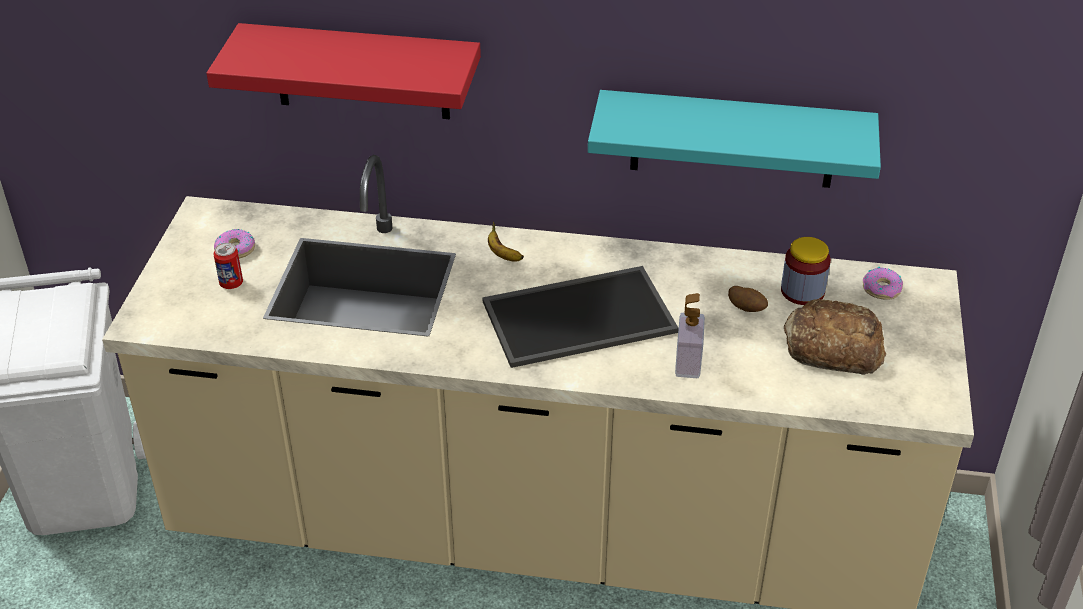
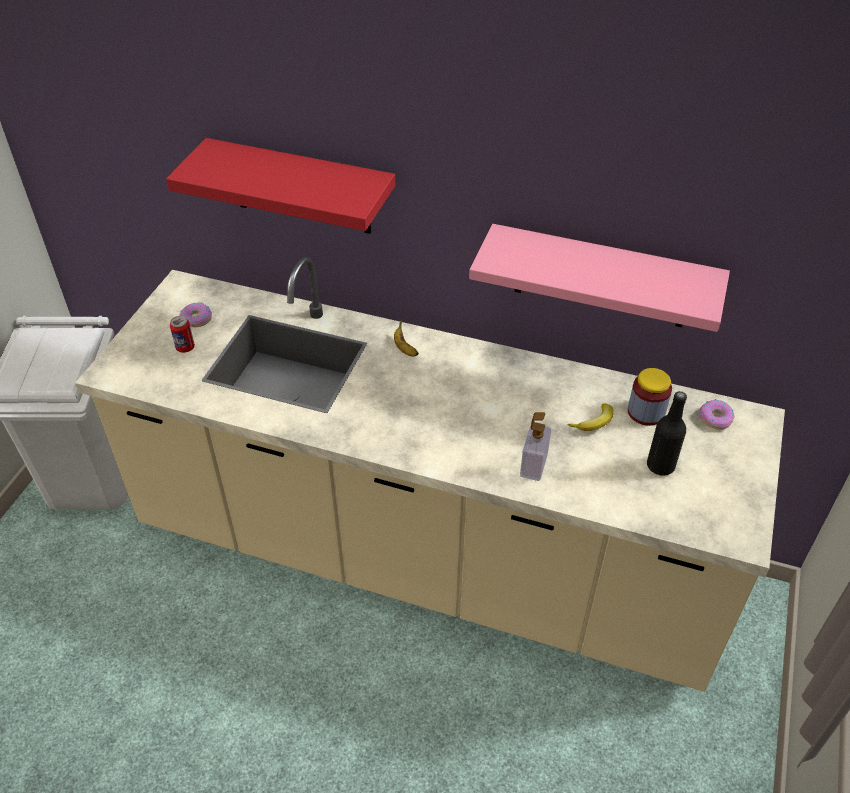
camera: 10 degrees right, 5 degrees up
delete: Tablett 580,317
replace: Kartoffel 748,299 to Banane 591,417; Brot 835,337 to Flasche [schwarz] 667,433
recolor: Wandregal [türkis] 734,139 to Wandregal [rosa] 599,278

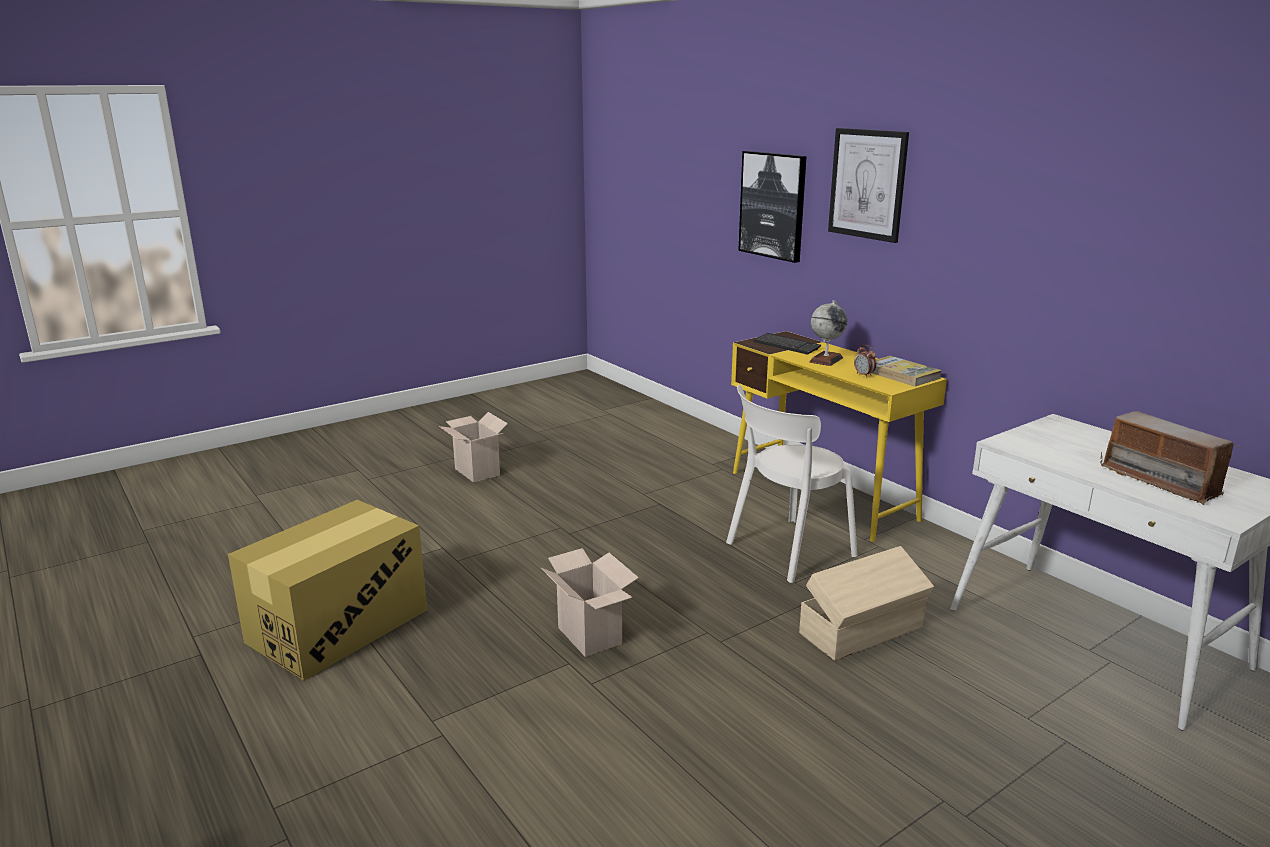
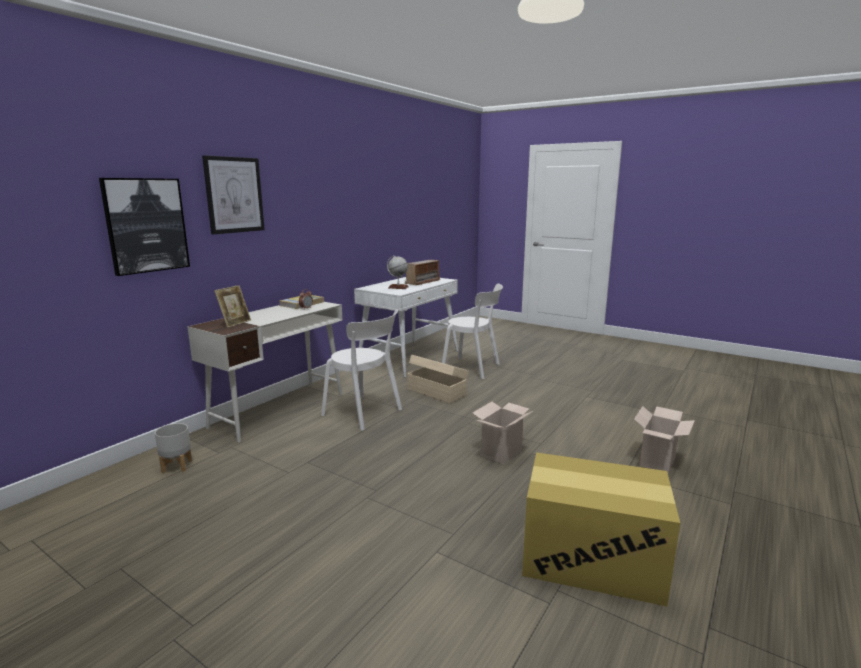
camera: 110 degrees left, 5 degrees down
insert: Pflanzkübel [grau] 173,448; Stuhl [weiß] 472,331
move: Karton 473,447 to 664,440; Globus 828,333 to 398,272
replace: Tastatur 787,344 to Bilderrahmen 232,306
recolor: Schreibtisch [gelb] 839,436 to Schreibtisch [weiß] 264,372

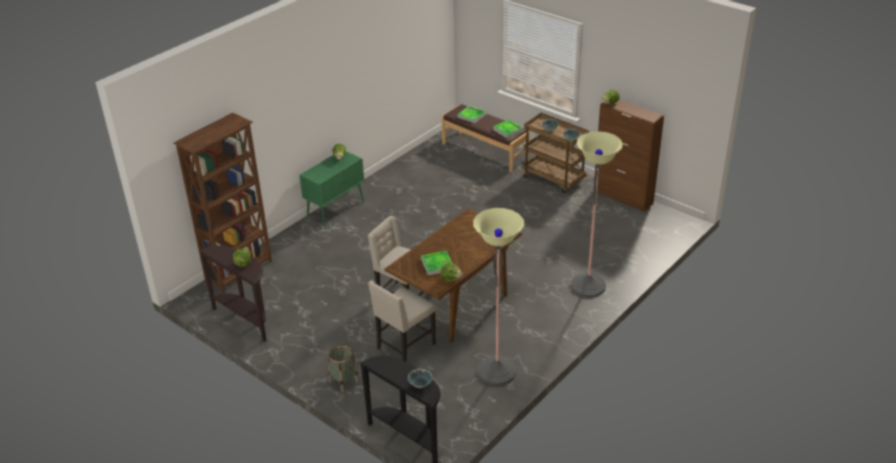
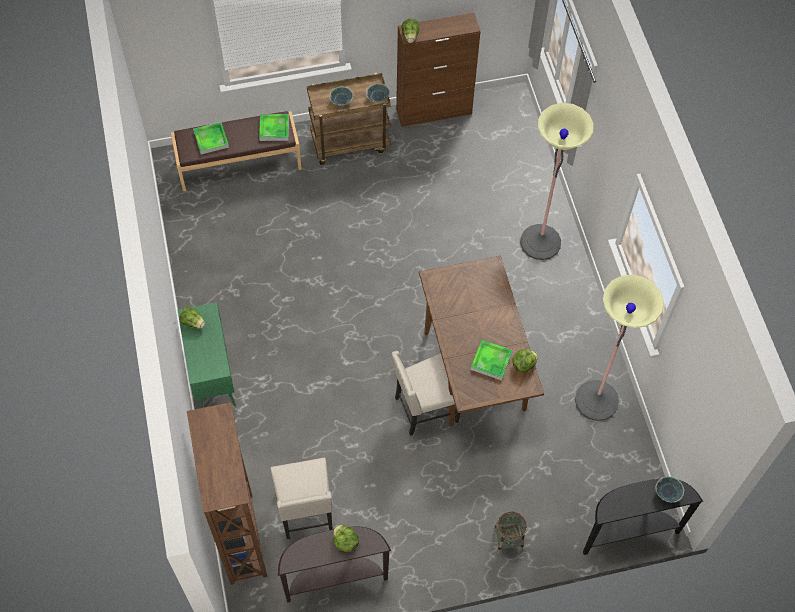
camera: 55 degrees left, 25 degrees up
move: Stuhl [beige] 402,321 to 301,498

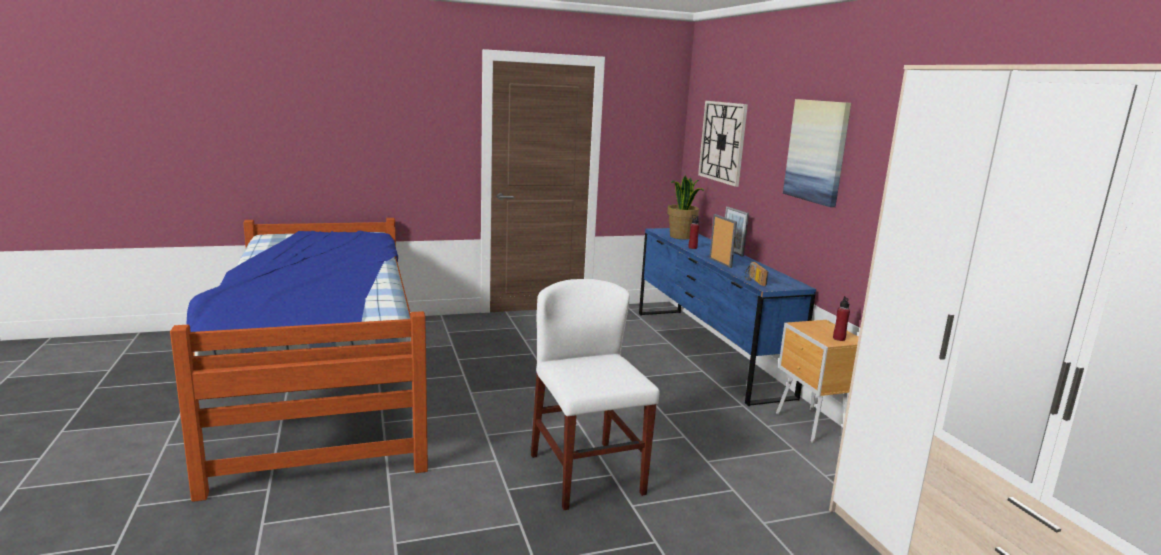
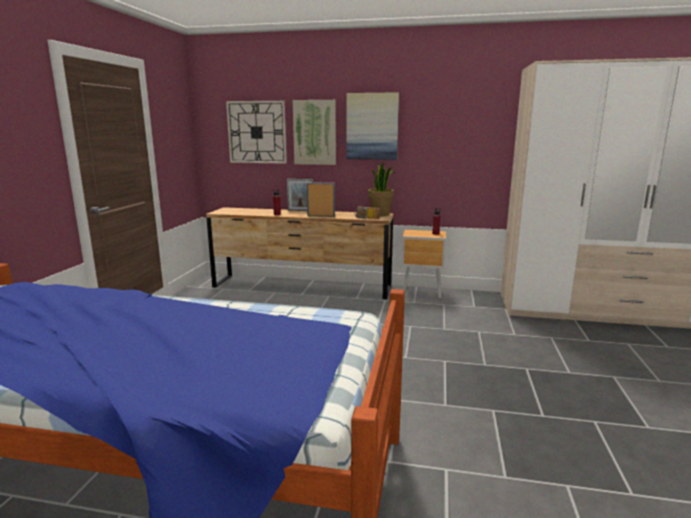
camera: 60 degrees left, 0 degrees up
delete: Stuhl [weiß] 595,394
insert: Bild 314,132
move: Topfpflanze 685,207 to 382,189
recolor: Kommode [blau] 727,317 to Kommode [braun] 299,253

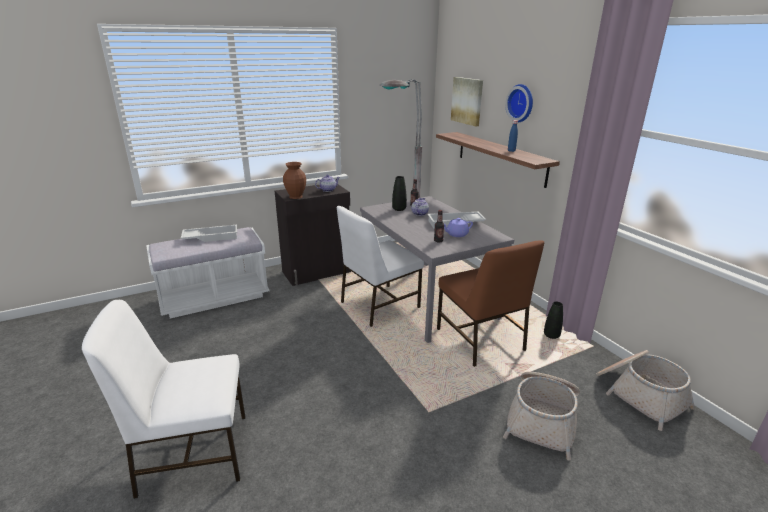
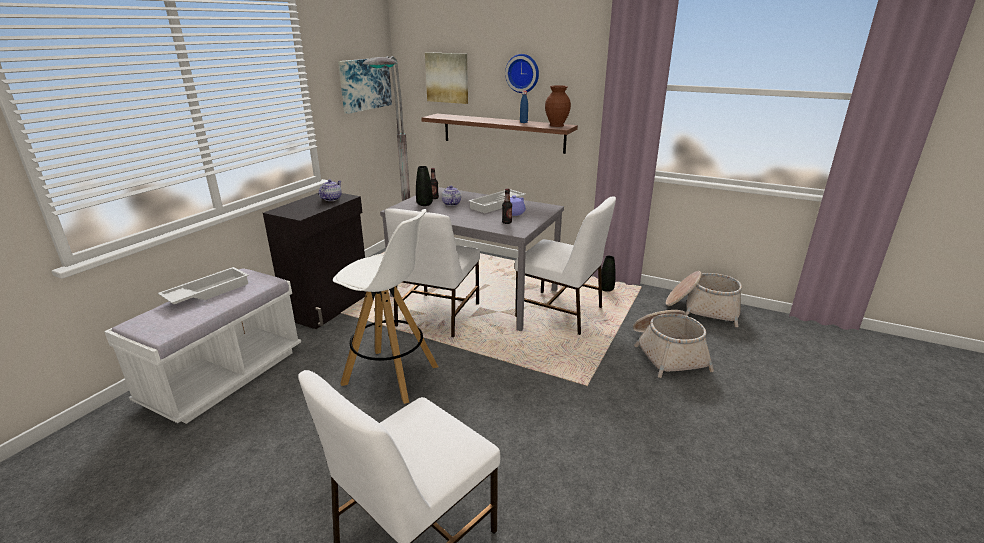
camera: 35 degrees left, 0 degrees up
insert: Hocker [weiß] 385,306; Bild 365,86
move: Vase [braun] 294,180 to 558,106
recolor: Stuhl [braun] 490,303 to Stuhl [weiß] 565,265

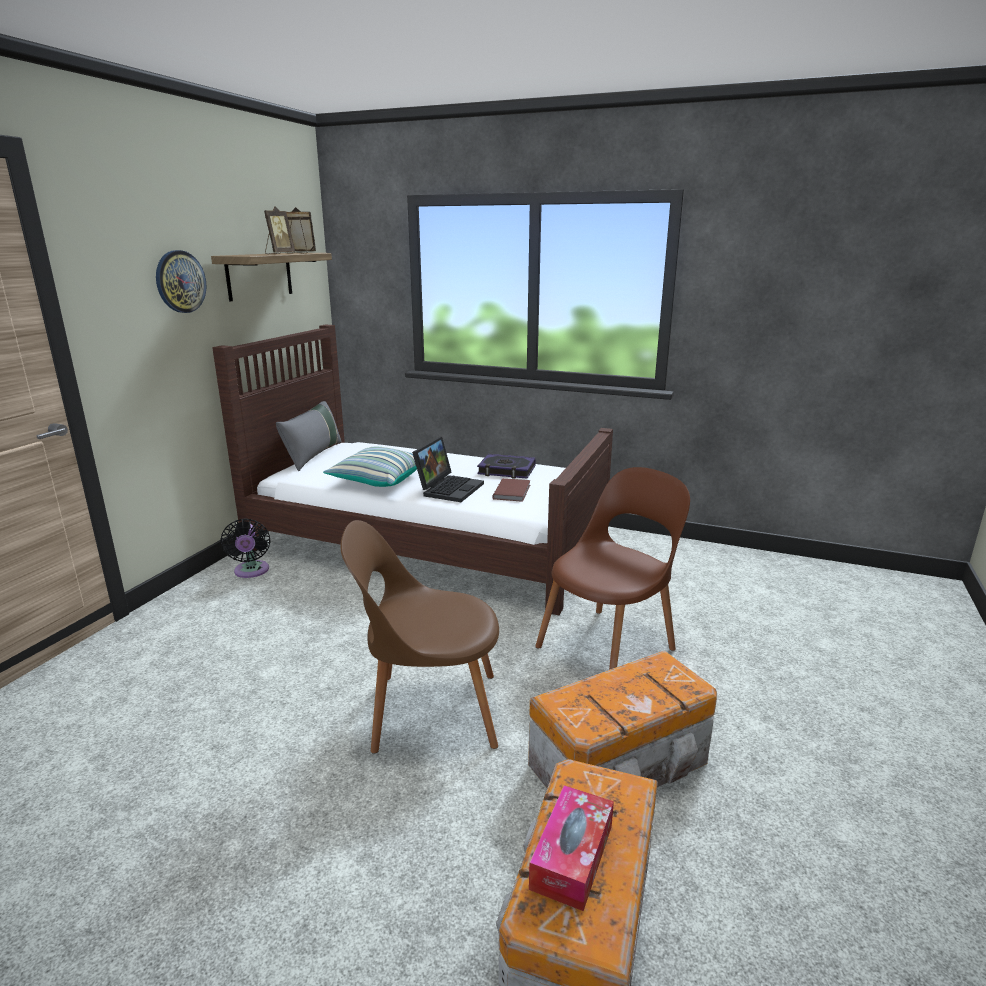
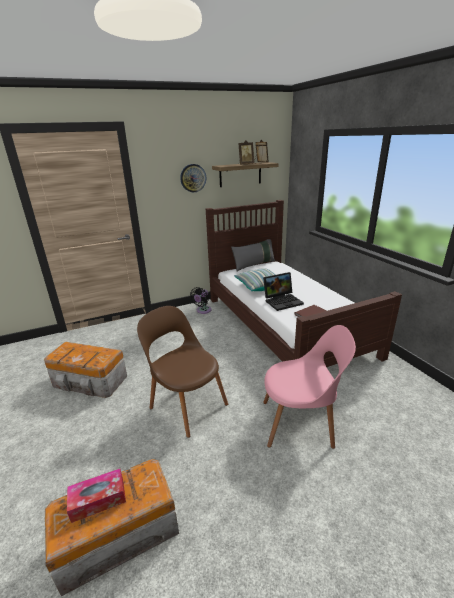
camera: 45 degrees right, 5 degrees up
delete: Buch 506,466
move: Aufbewahrungsbox 622,719 to 85,369
recolor: Stuhl [braun] 612,568 to Stuhl [rosa] 309,387

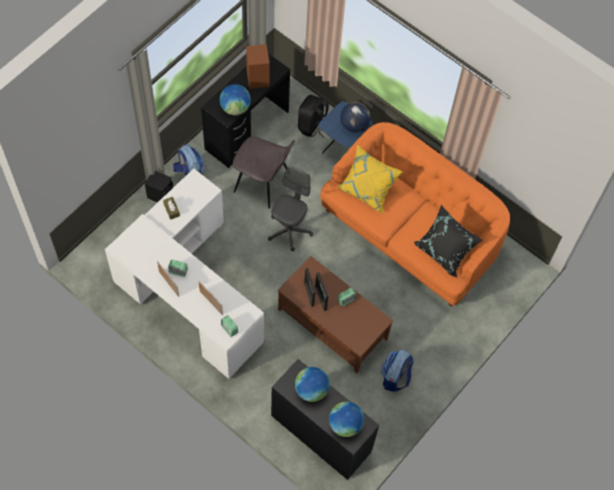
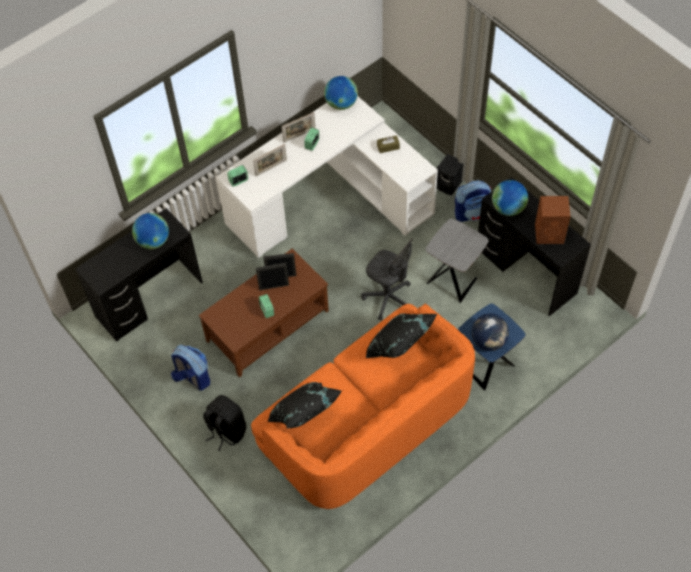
camera: 105 degrees right, 5 degrees down
move: Rucksack [schwarz] 313,116 to 224,423; Globus 346,419 to 341,93
replace: Stuhl [grau] 264,172 to Beistelltisch [grau] 457,261
recolor: Kissen [gelb] 370,179 to Kissen [schwarz] 401,335

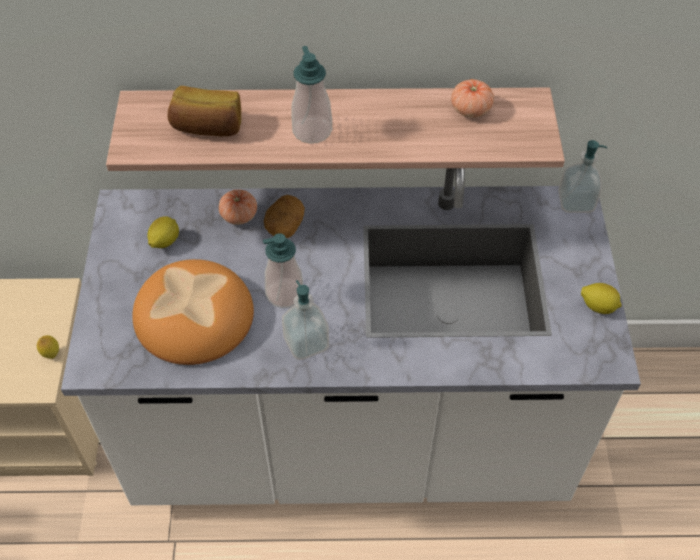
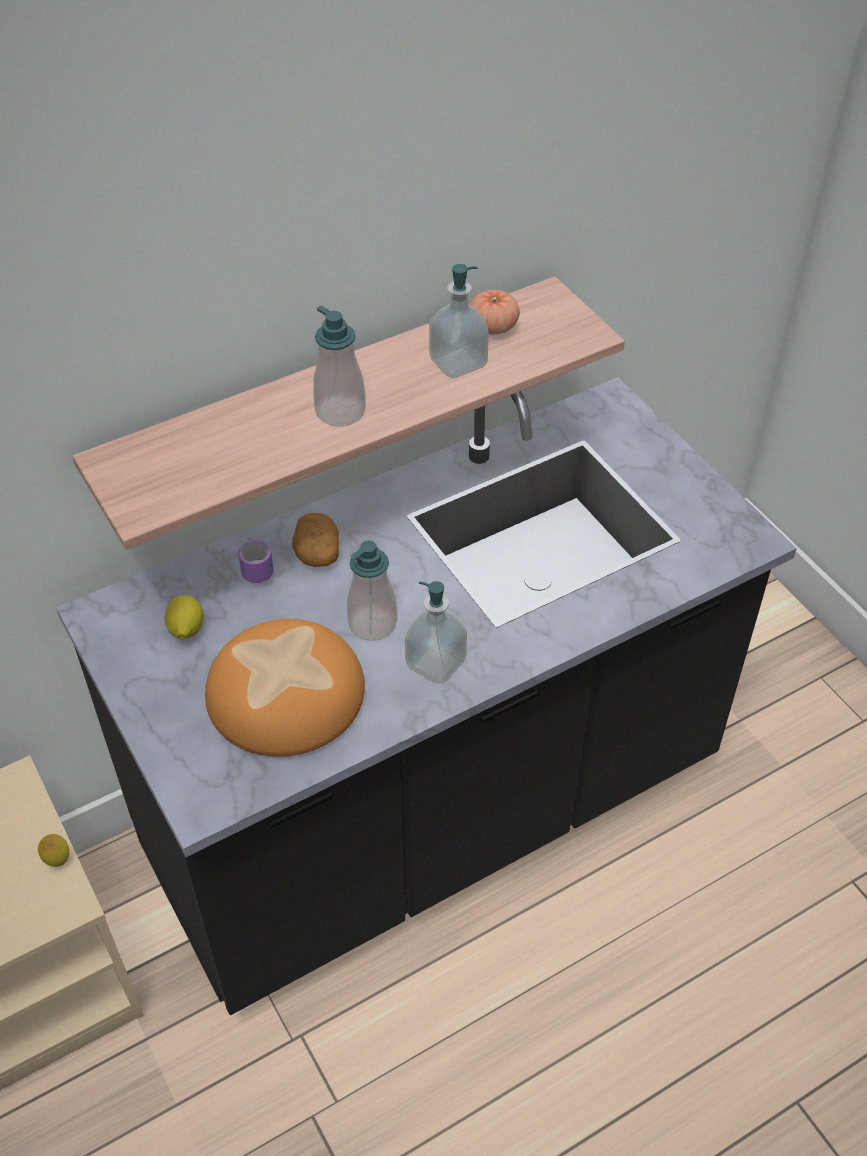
camera: 30 degrees left, 5 degrees down
delete: Brot 204,111; Zitrone 601,298
move: Seifenspender 582,176 to 459,321
replace: Tomate 238,207 to Henkelbecher 255,560
recolor: Küchenzeile [weiß] 351,336 to Küchenzeile [schwarz] 426,696

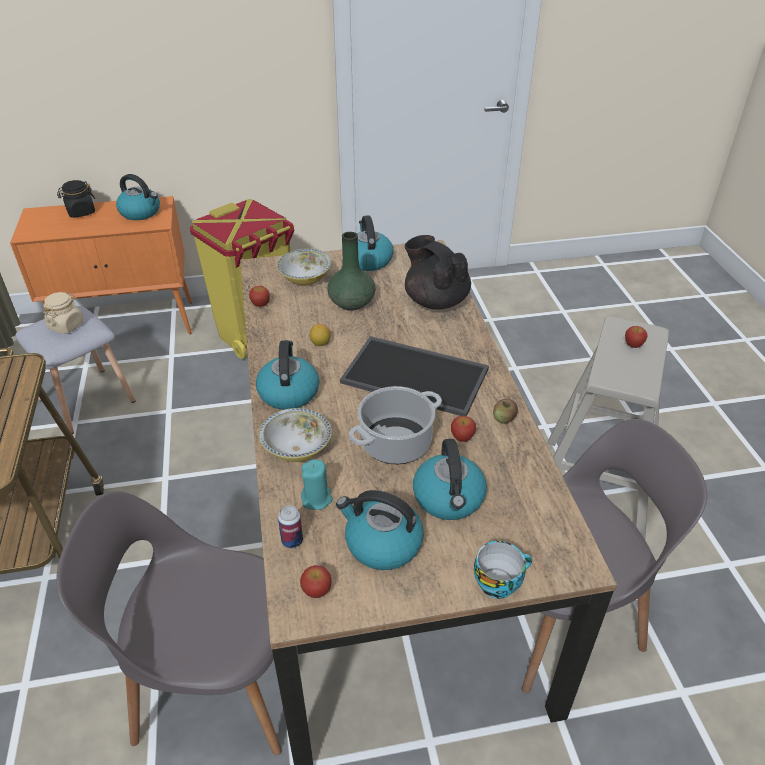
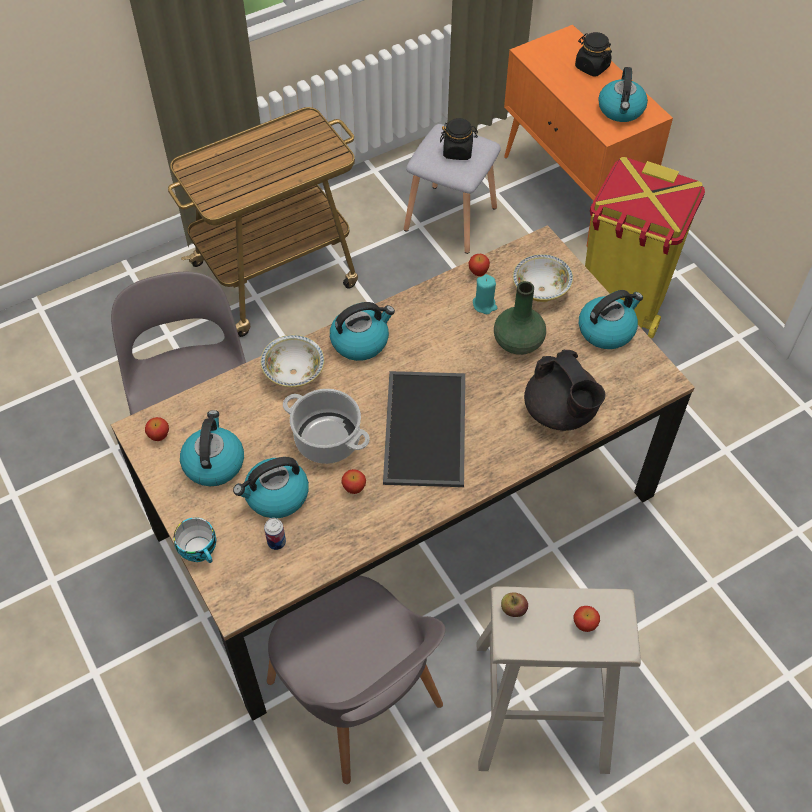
camera: 70 degrees right, 15 degrees up
delete: Zitrone 320,335
move: Dose 290,527 to 275,534; Kerze [türkis] 317,484 to 485,294; Apfel 505,411 to 514,605
recolor: Vorratsglas [beige] 63,313 to Vorratsglas [schwarz] 459,139
rotate: Teekanne [schwarz] 438,272 = 565,390 120 degrees clockwise

